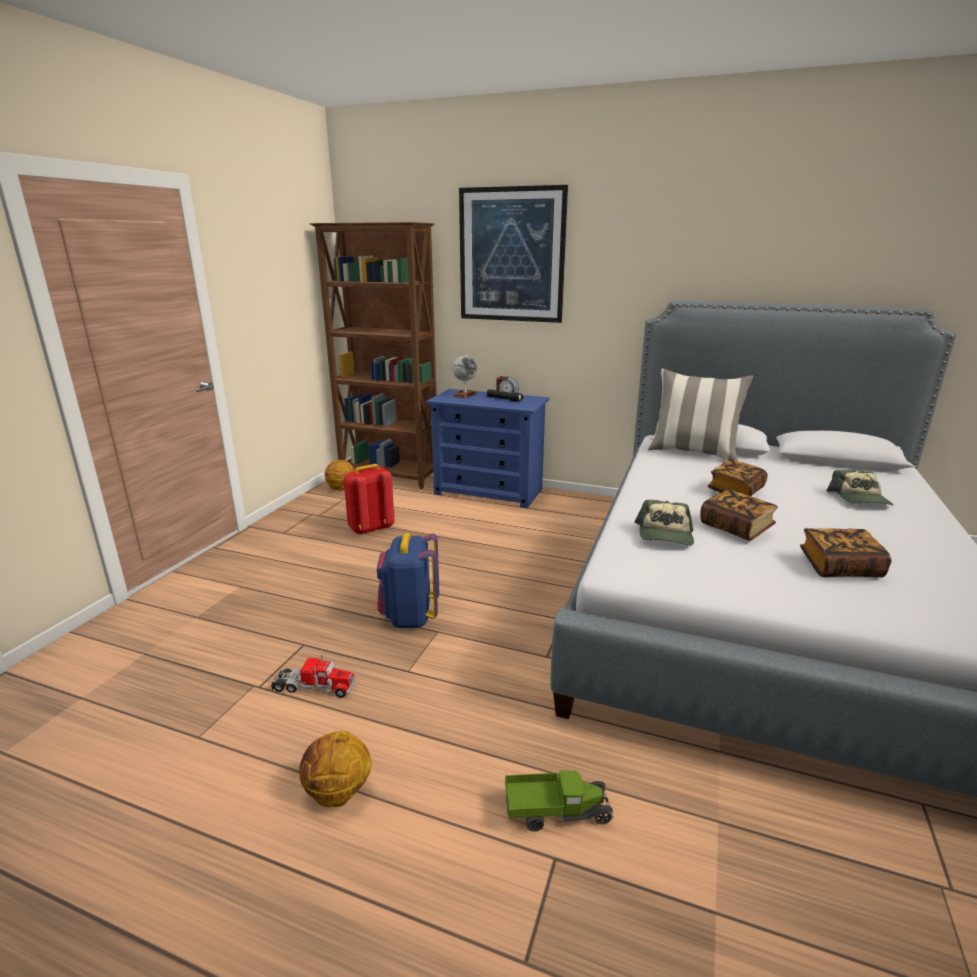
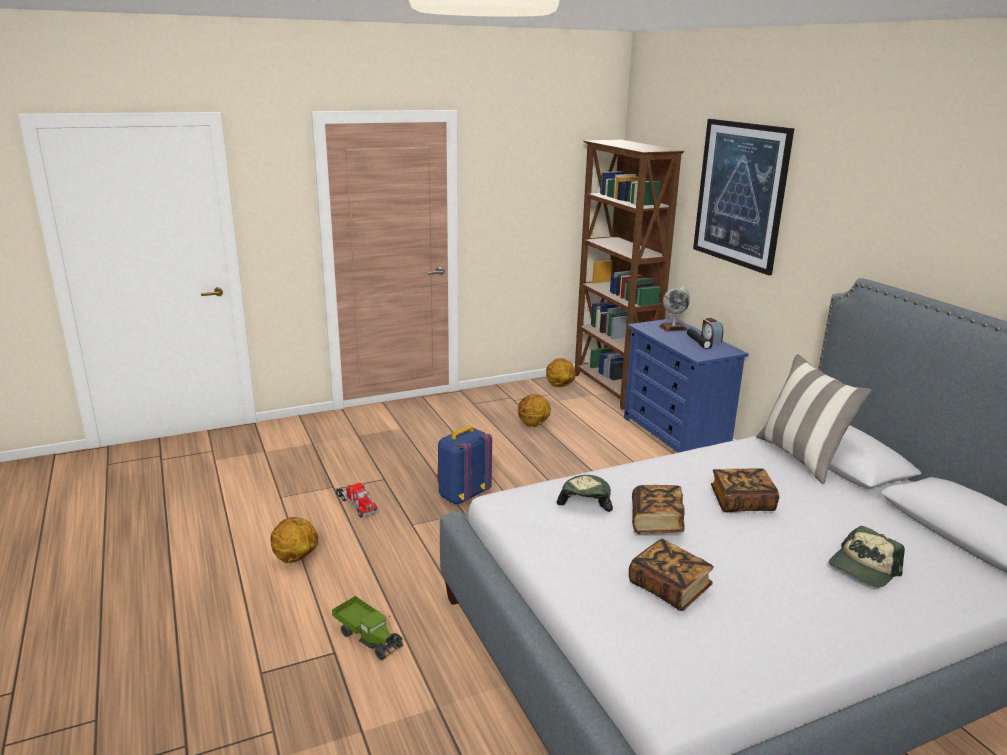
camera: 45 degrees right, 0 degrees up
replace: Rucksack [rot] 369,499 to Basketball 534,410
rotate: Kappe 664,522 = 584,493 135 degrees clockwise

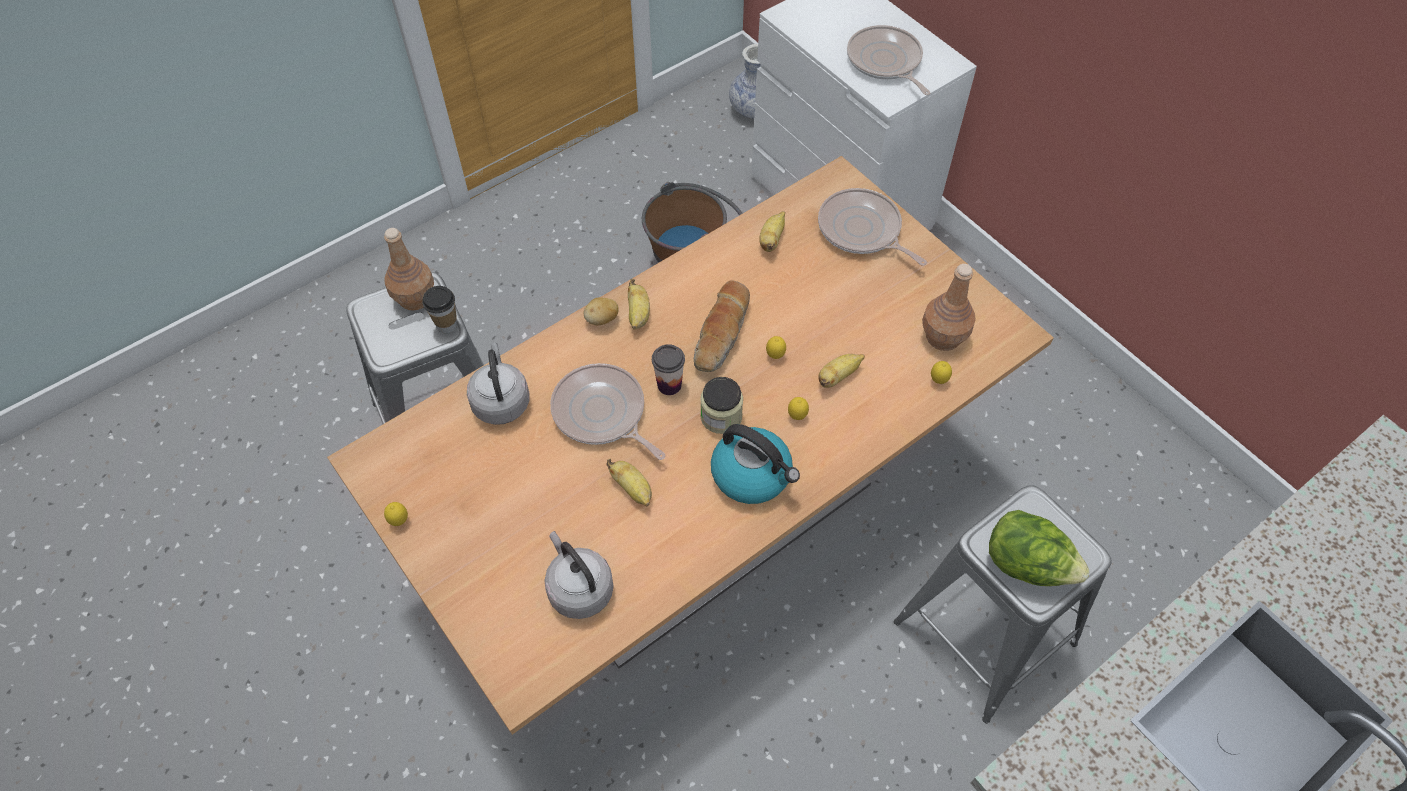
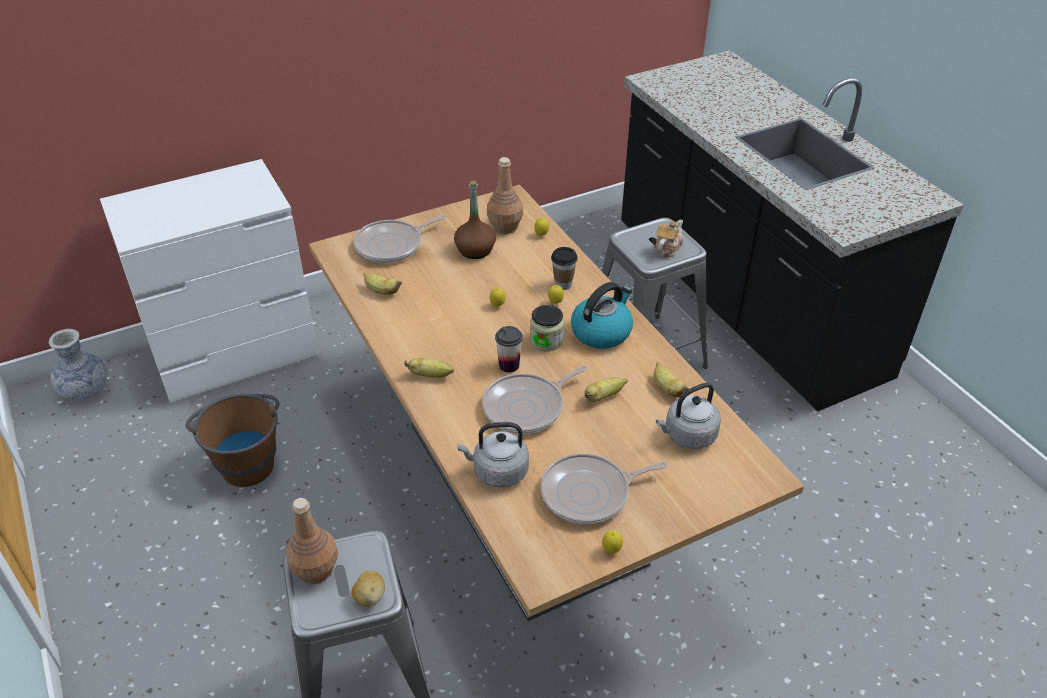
camera: 80 degrees left, 15 degrees down
delete: Brot 722,326
insert: Flasche [braun] 475,219
move: Tasse 439,310 to 564,268; Kartoffel 601,311 to 368,589; Banane 841,371 to 670,379; Pfanne 889,60 to 604,488
replace: Salatkopf 1039,548 to Teekanne 668,239

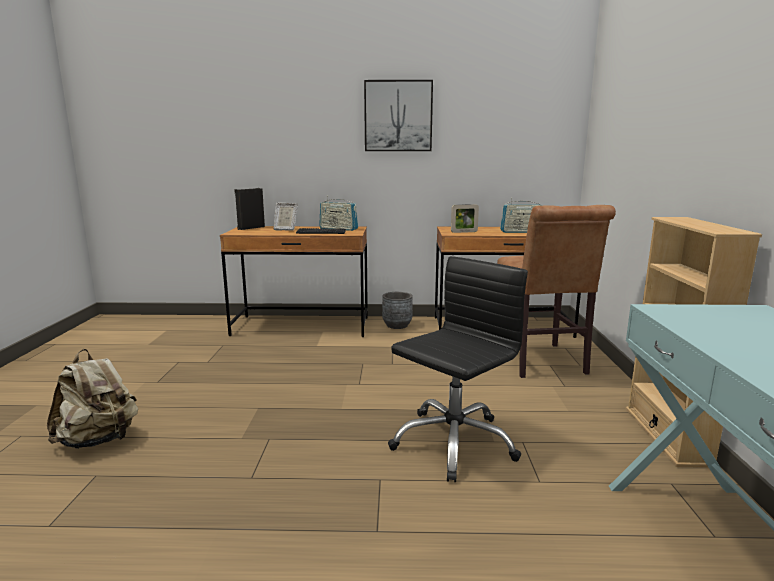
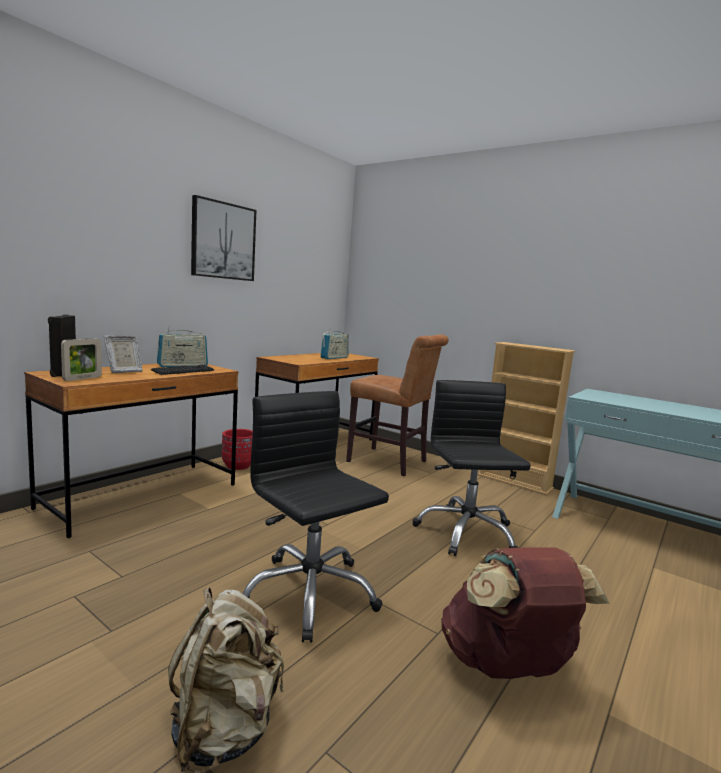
camera: 55 degrees left, 5 degrees down
insert: Bürostuhl [schwarz] 315,517; Rucksack [braun] 525,613
move: Bilderrahmen 465,218 to 81,359
recolor: Pflanzkübel [grau] 397,310 to Pflanzkübel [rot] 237,449

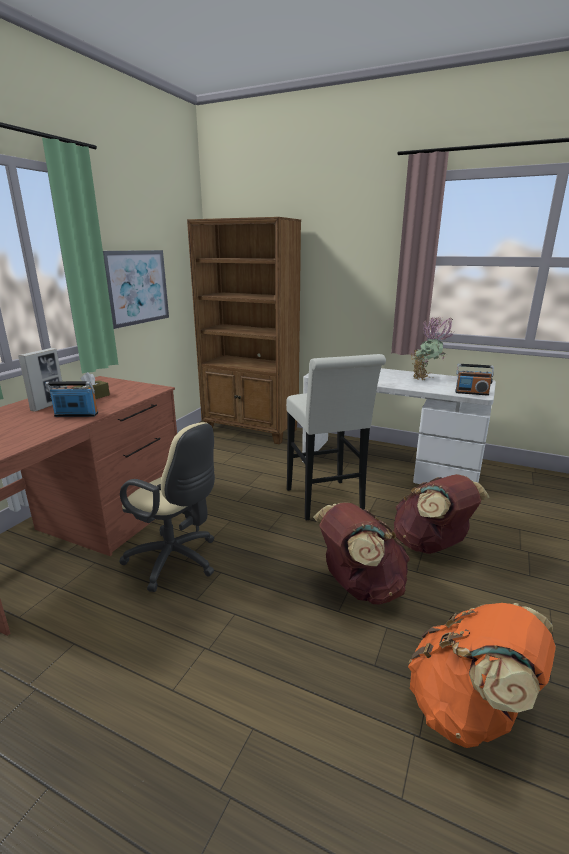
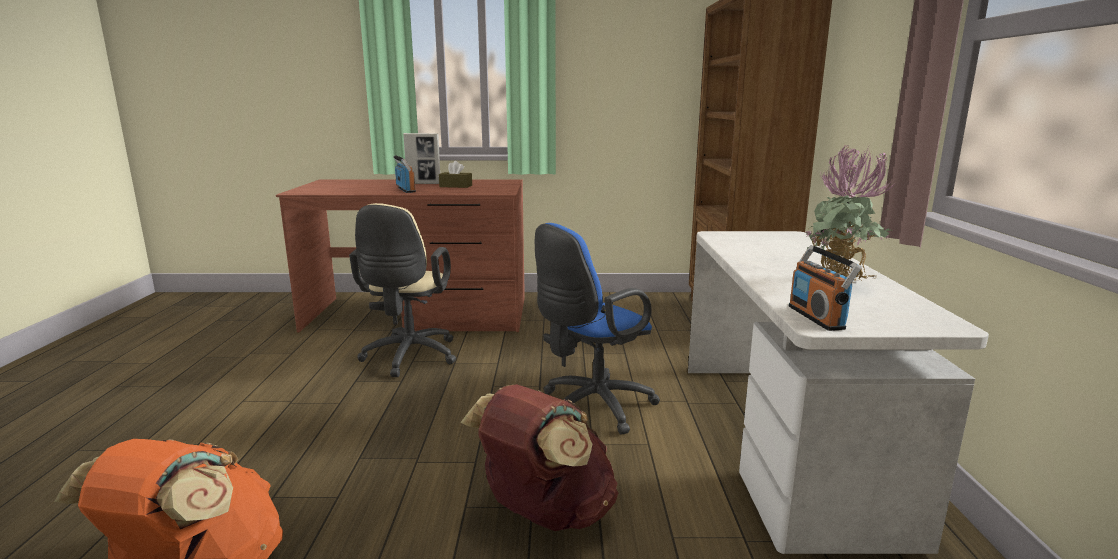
camera: 65 degrees right, 5 degrees down
delete: Bild 136,289; Rucksack [braun] 361,553
replace: Hocker [weiß] 336,437 to Bürostuhl [blau] 597,329

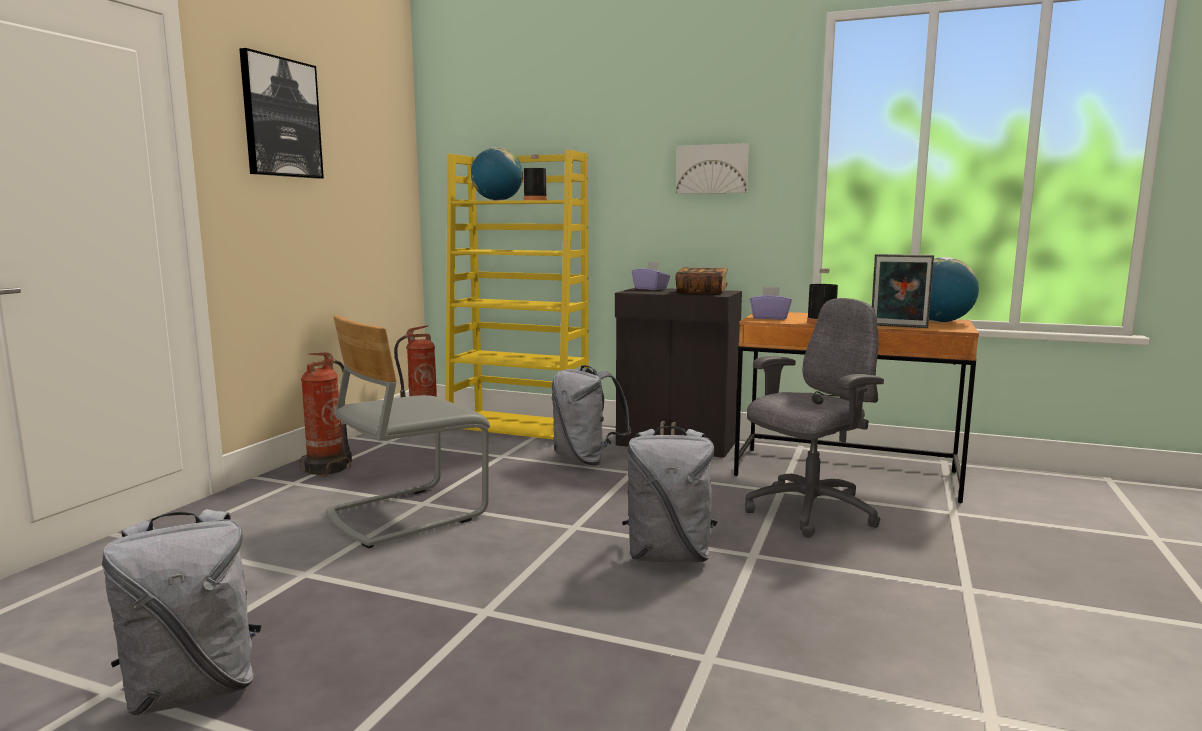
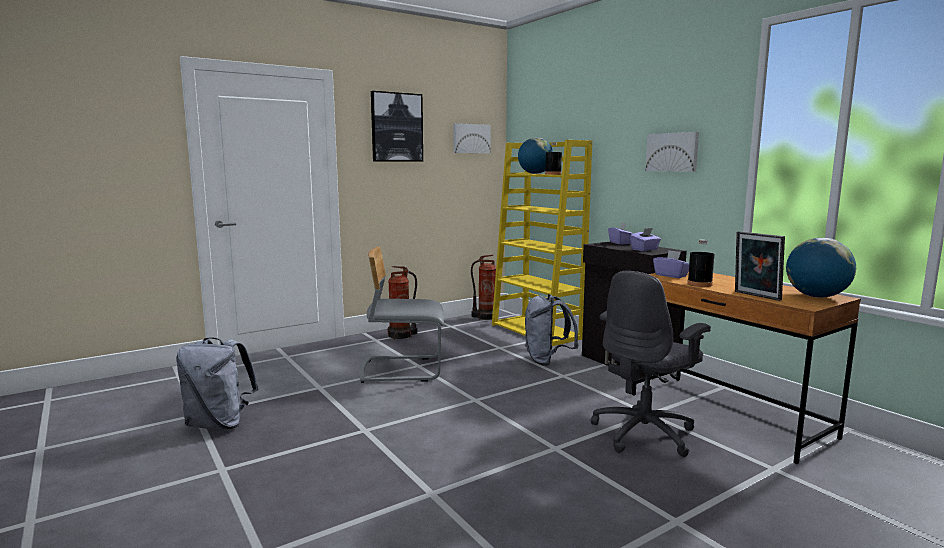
camera: 35 degrees right, 0 degrees up
delete: Rucksack [grau] 670,494
insert: Bild 472,138
replace: Buch 701,280 to Taschentuchbox [lila] 645,239
rotate: Bürostuhl [grau] 814,418 = 651,364 135 degrees clockwise

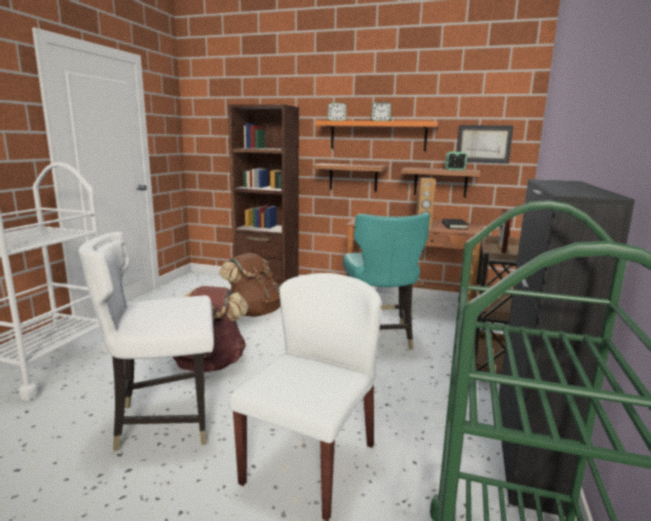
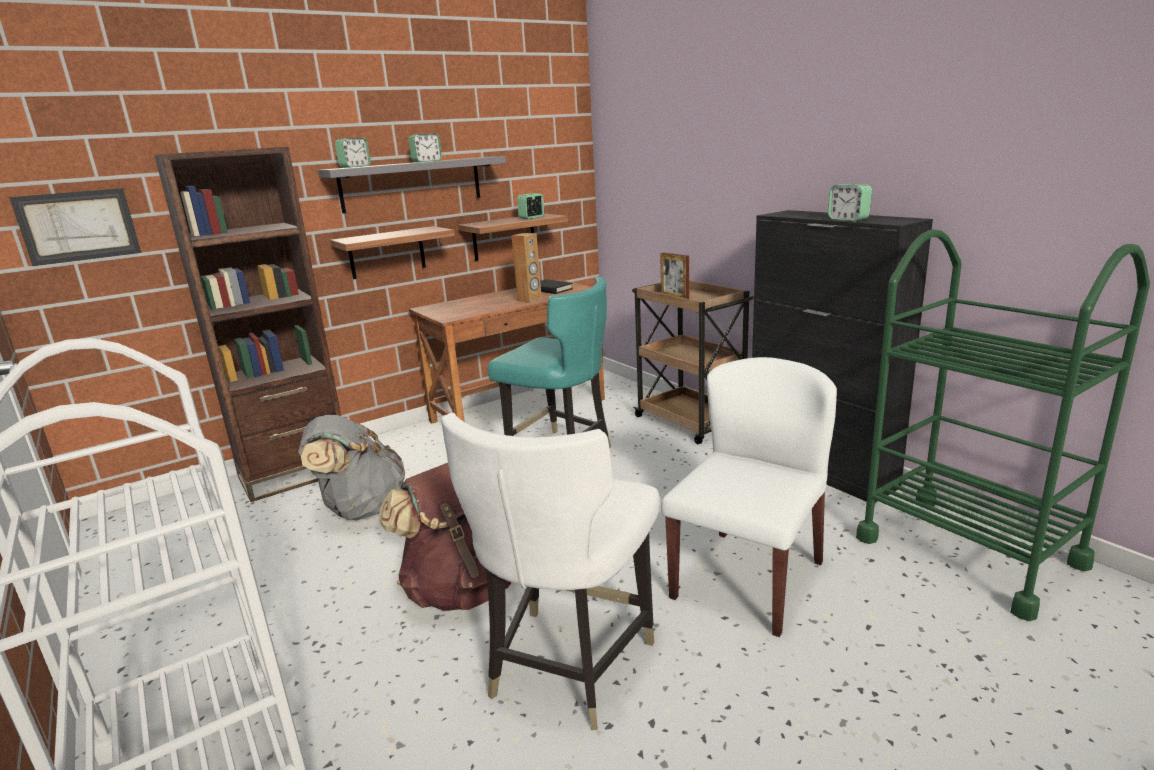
camera: 50 degrees left, 5 degrees up
insert: Wecker 850,202
move: Bild 485,144 to 75,227
recolor: Rucksack [braun] 250,285 to Rucksack [grau] 351,468; Wandregal [orange] 377,136 to Wandregal [grau] 412,184
rotate: Stuhl [weiß] 305,397 = 749,497 60 degrees clockwise

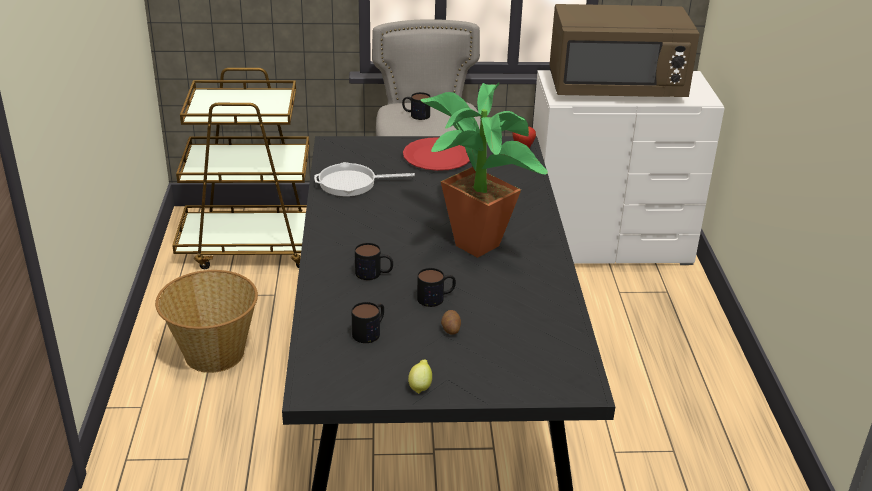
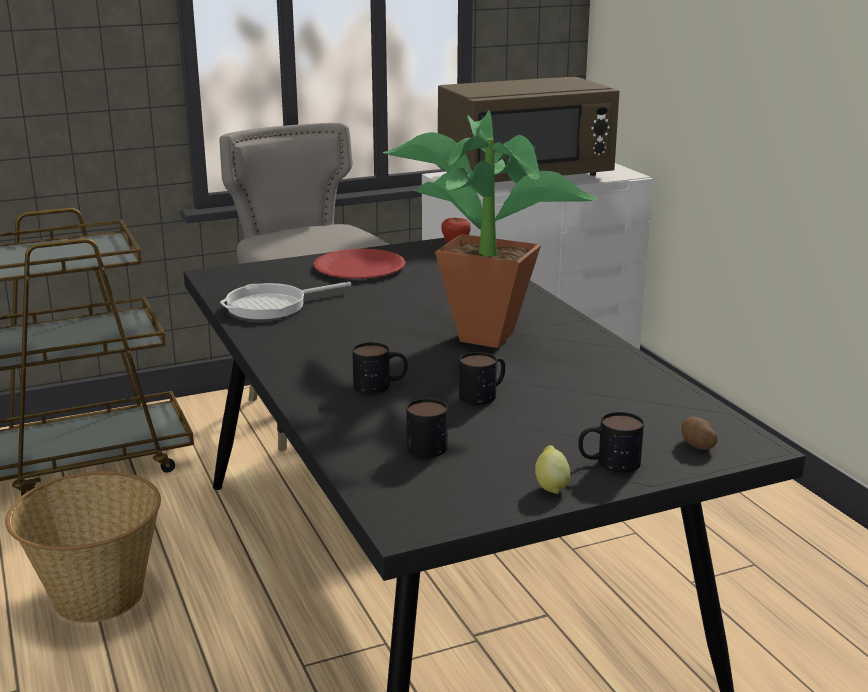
camera: 20 degrees left, 10 degrees down
move: Henkelbecher 416,106 to 611,442; Kartoffel 451,322 to 699,433

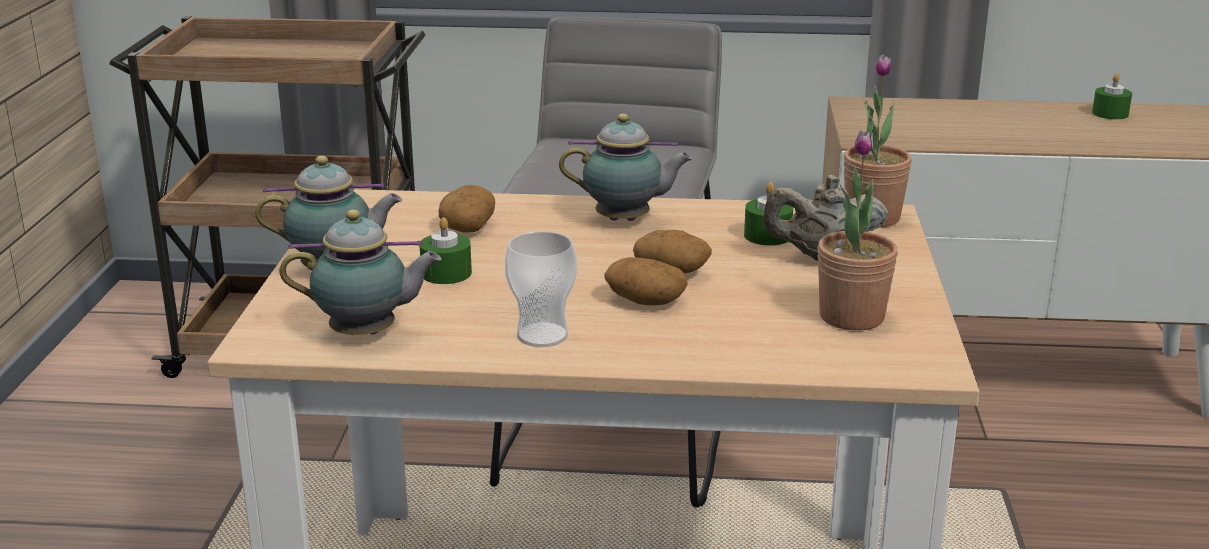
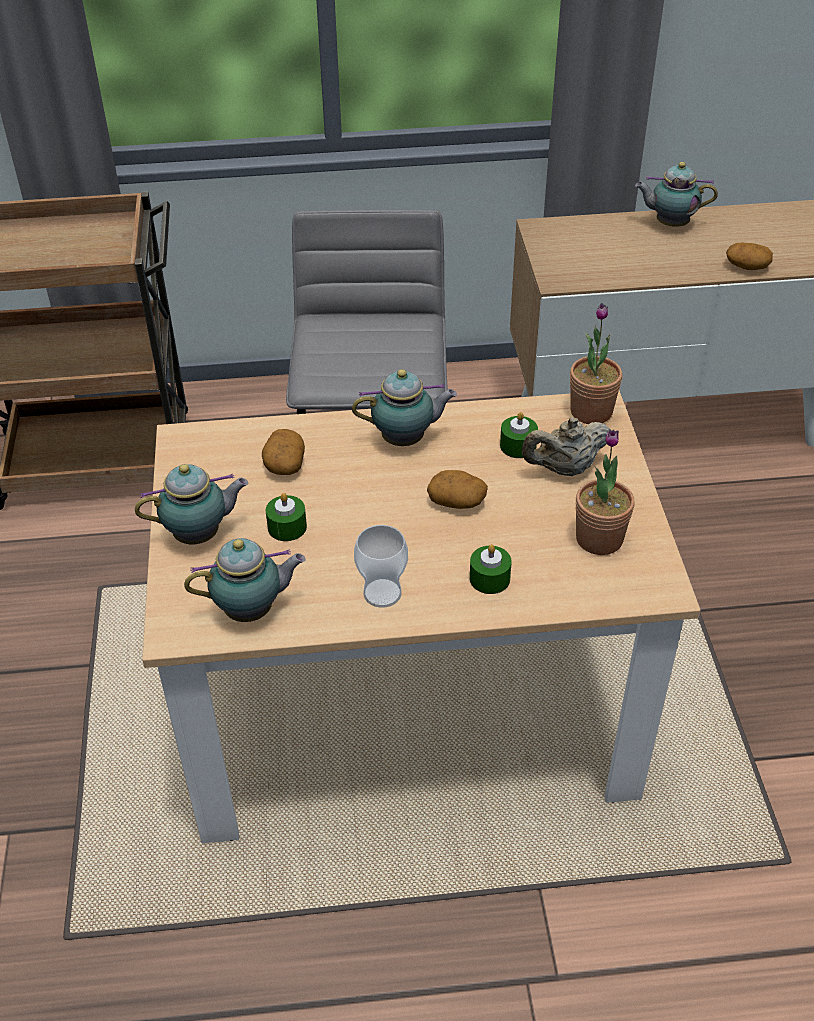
camera: 10 degrees left, 20 degrees up
insert: Teekanne 676,194
move: Kartoffel 646,281 to 749,256; Kerze [grün] 1112,96 to 491,569

